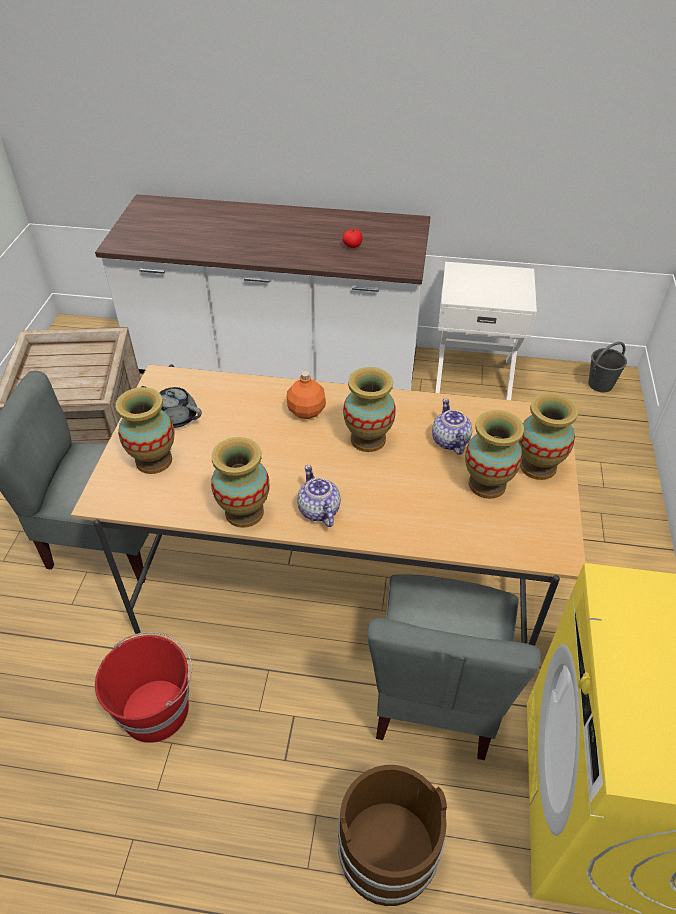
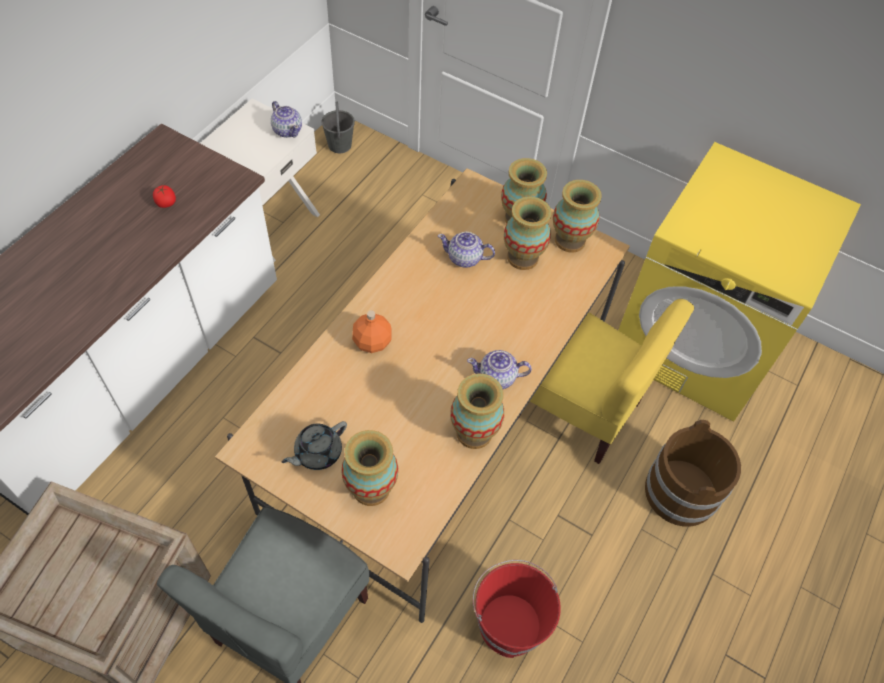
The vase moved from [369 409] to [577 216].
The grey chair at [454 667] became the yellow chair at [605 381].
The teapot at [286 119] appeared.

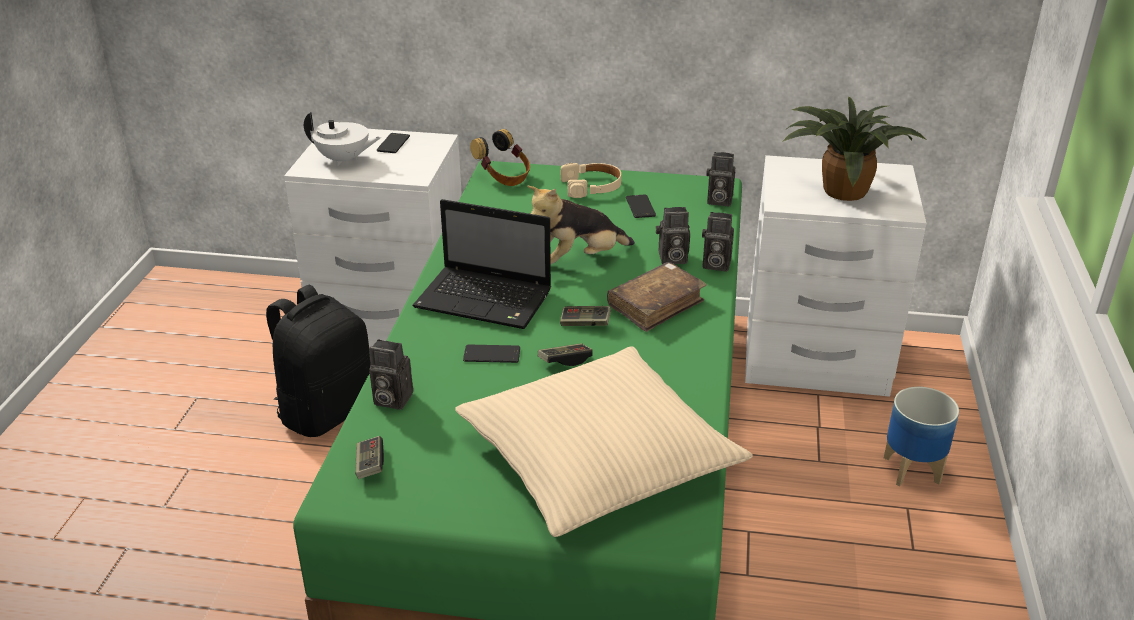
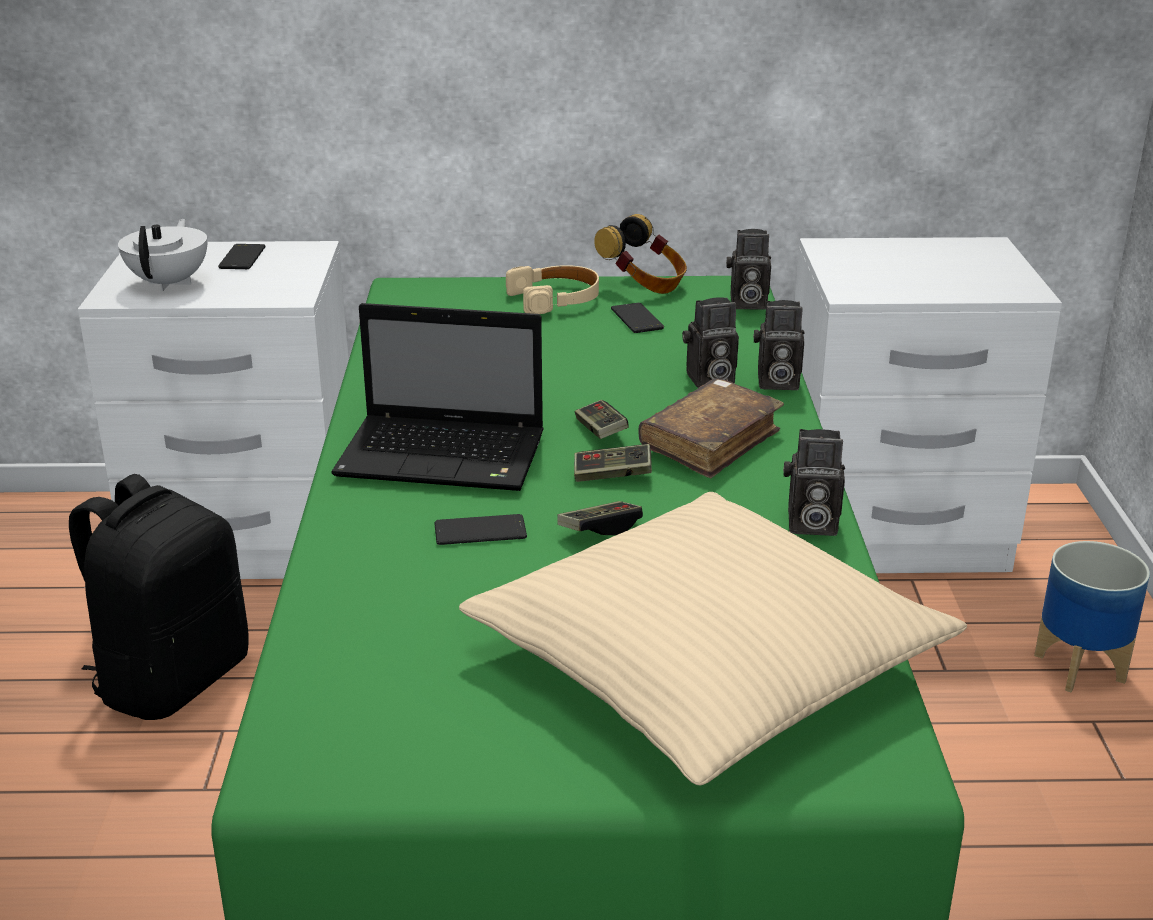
The white teapot at [342 139] turned 90 degrees counterclockwise.
The game controller moved from [369 457] to [602 419].
The photo camera moved from [391 374] to [814 482].
The headphones moved from [500 157] to [640 254].
The plush toy at [581 225] disappeared.
The potted plant at [854 148] disappeared.

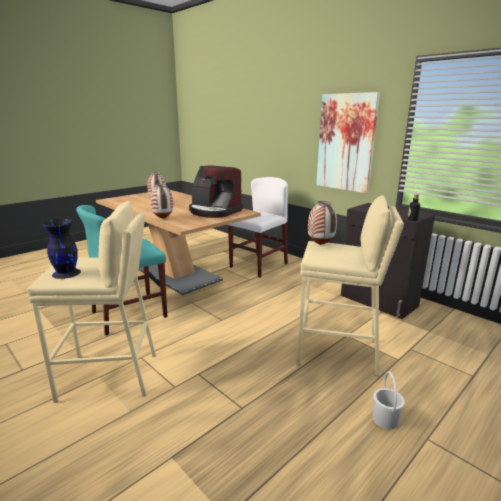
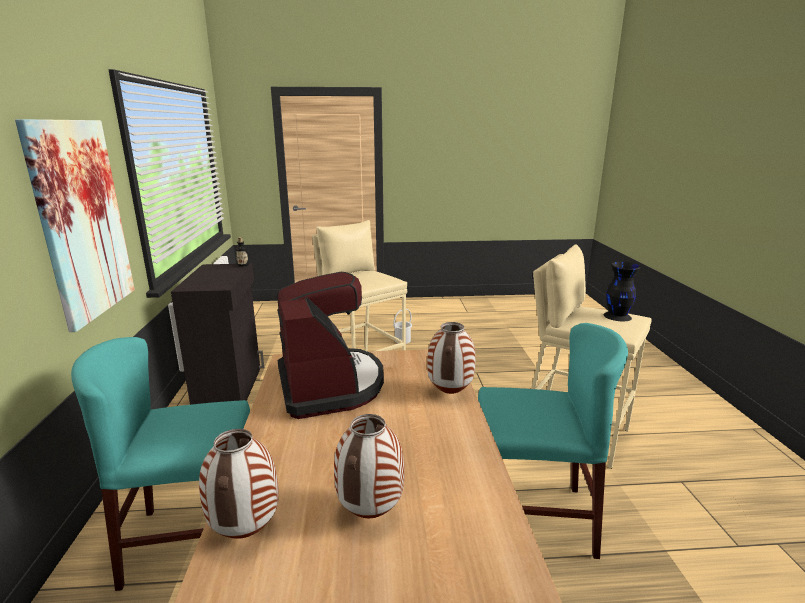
The white chair at [257 227] became the turquoise chair at [160 464].
The vase moved from [322 223] to [239 484].

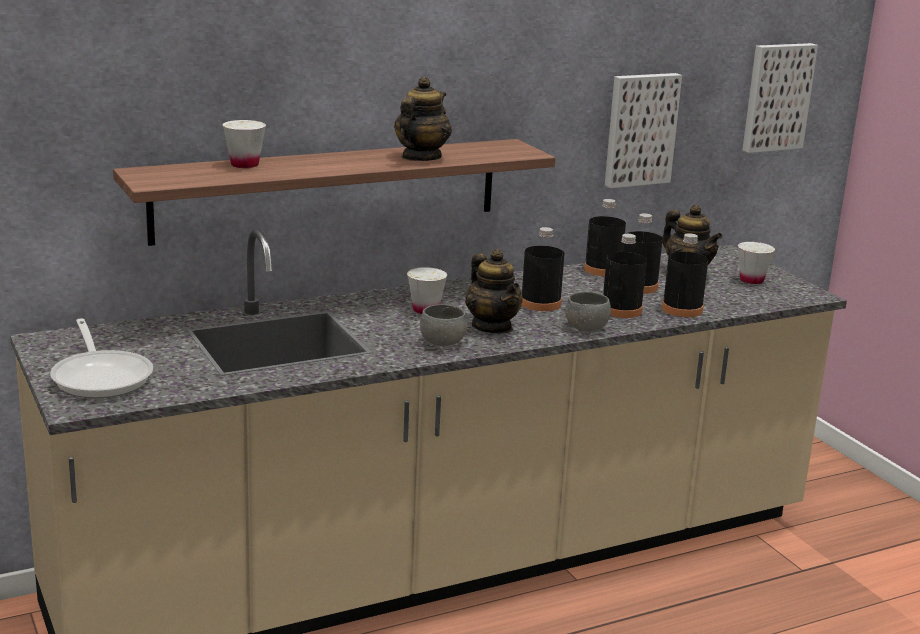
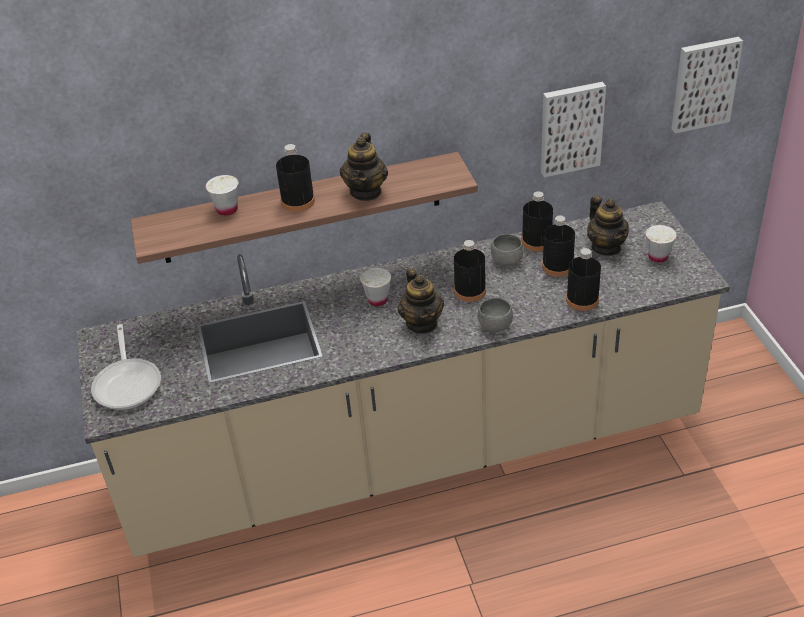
The teapot at [423 118] turned 150 degrees clockwise.
The grey bowl moved from [443 325] to [507 250].
The black bottle moved from [625 276] to [295 178].

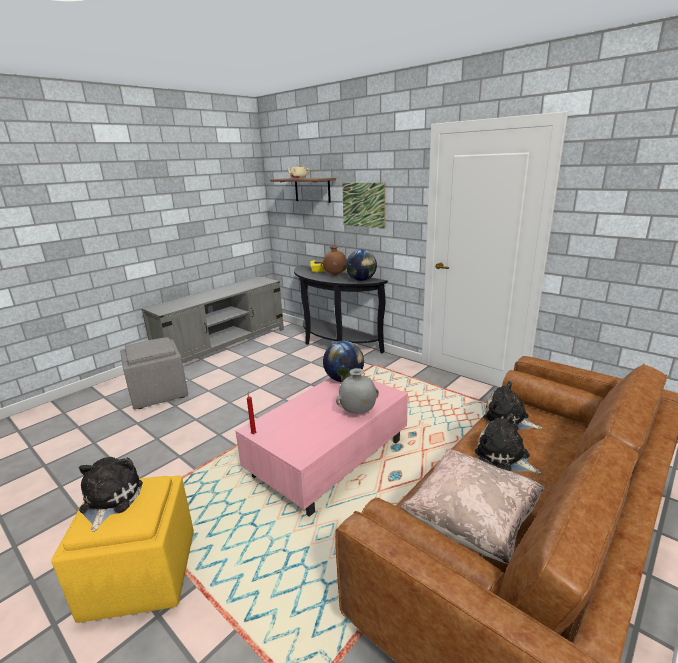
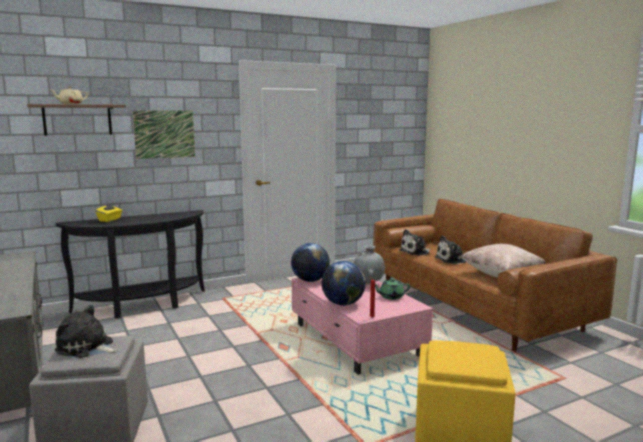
The plush toy moved from [111 494] to [87 331].
The brown vase at [334 261] disappeared.
The globe moved from [361 265] to [344 283].
The green teapot at [392 289] appeared.

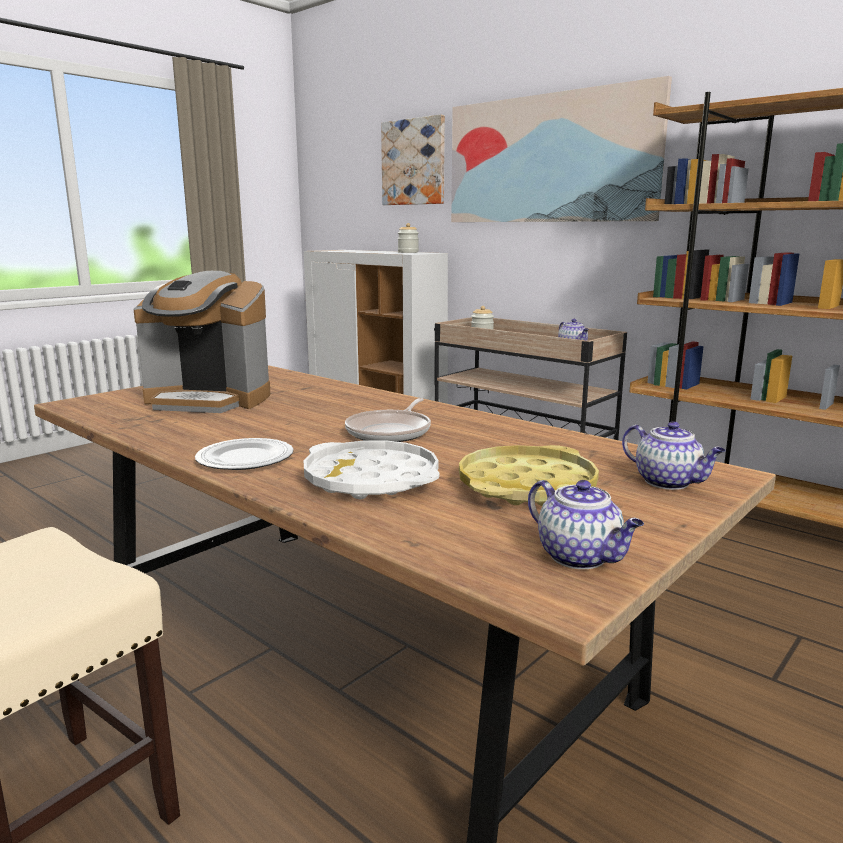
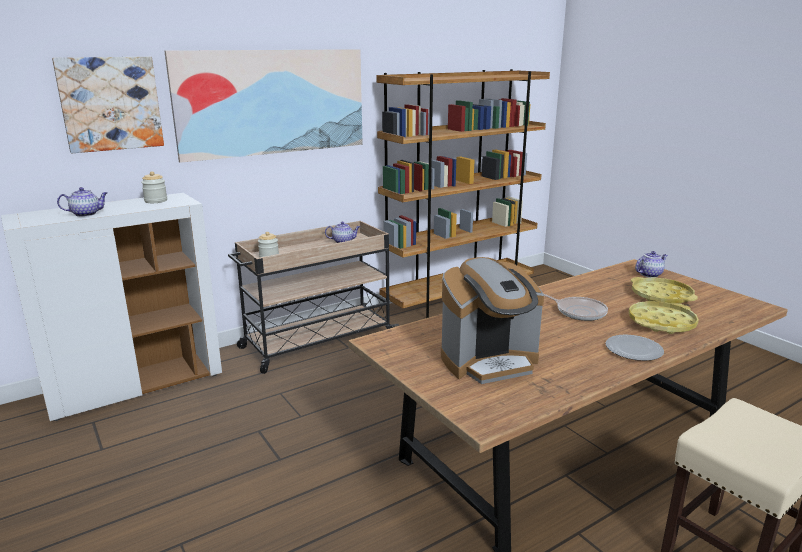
The coffee machine at [201 342] turned 45 degrees clockwise.
The white tray at [372 469] became the yellow tray at [664 317].
The teapot moved from [586 524] to [82 202].

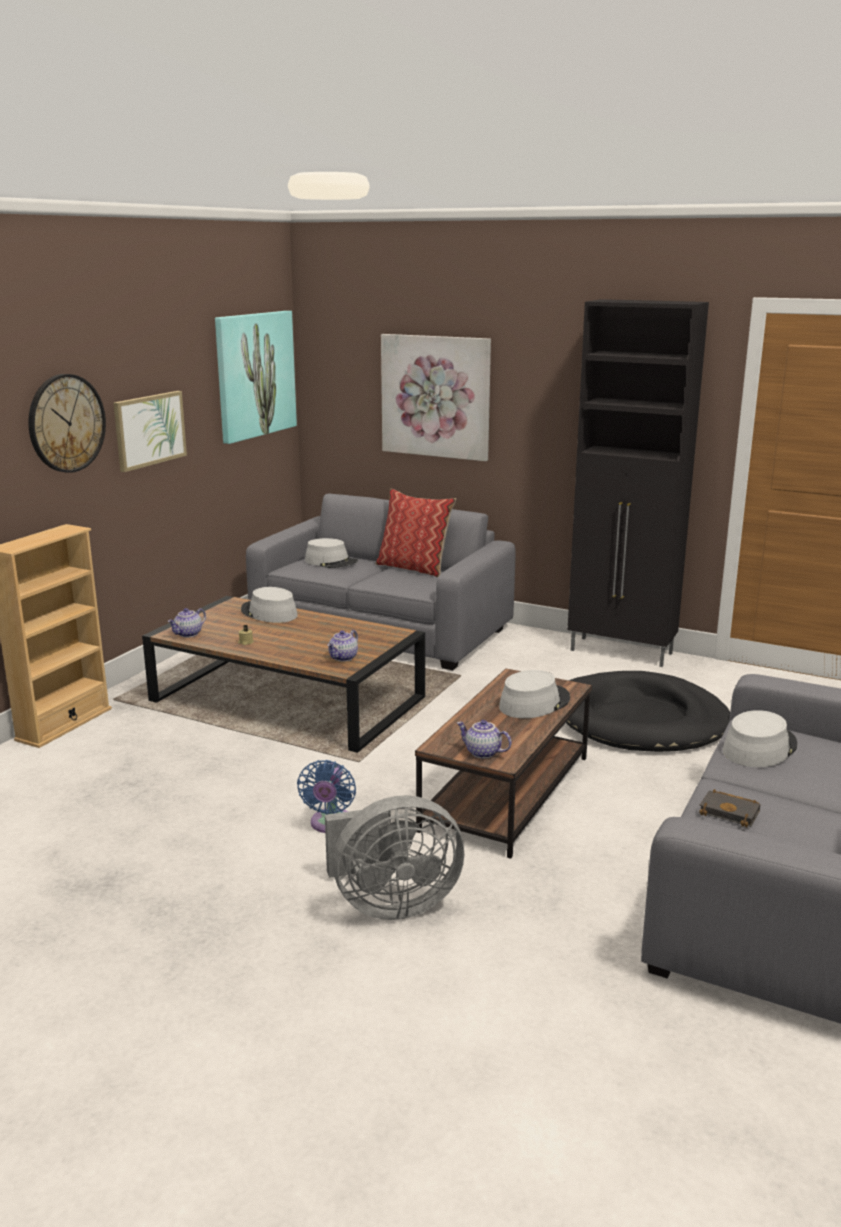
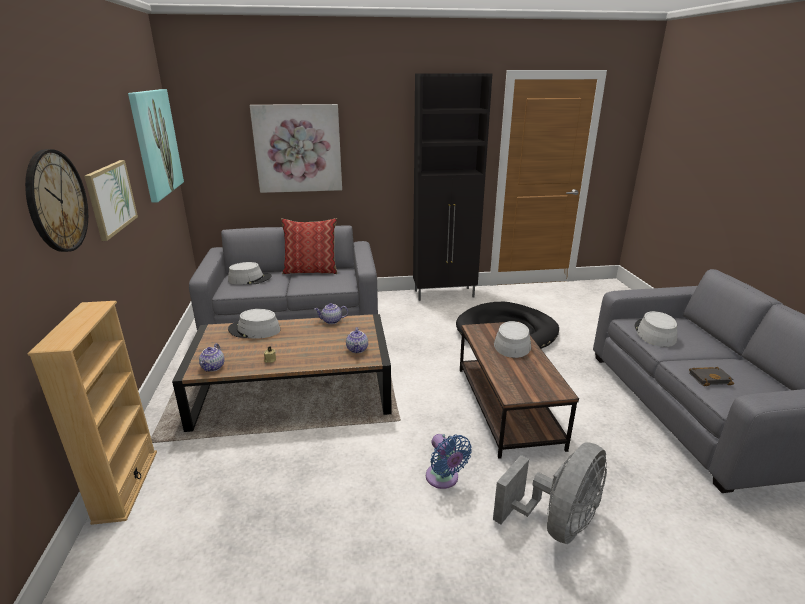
The teapot moved from [484 739] to [331 313].

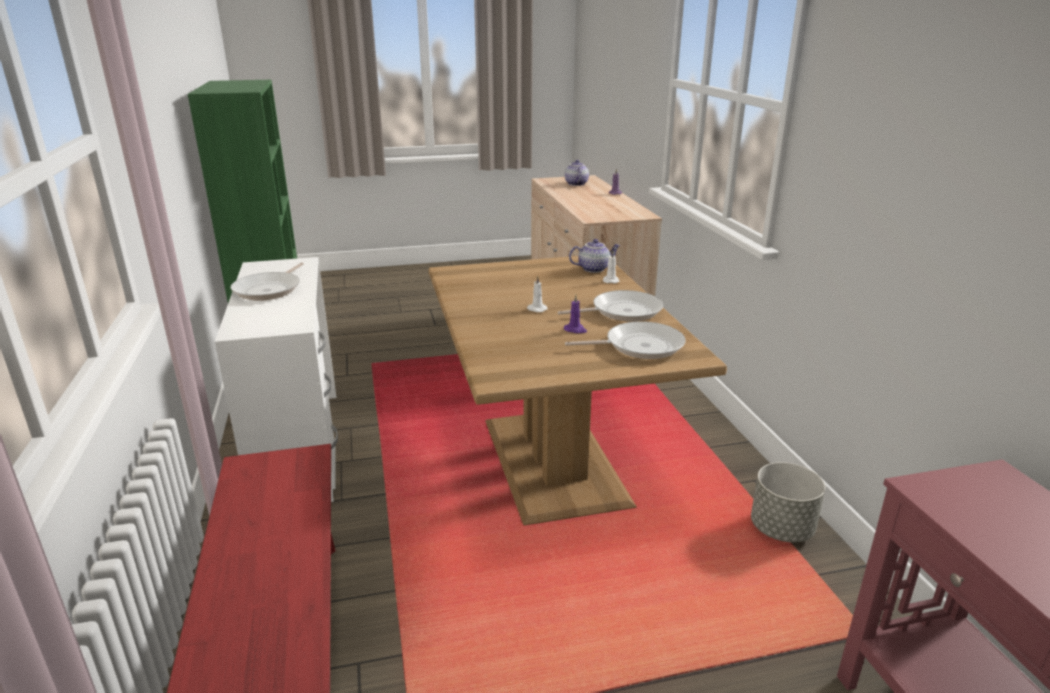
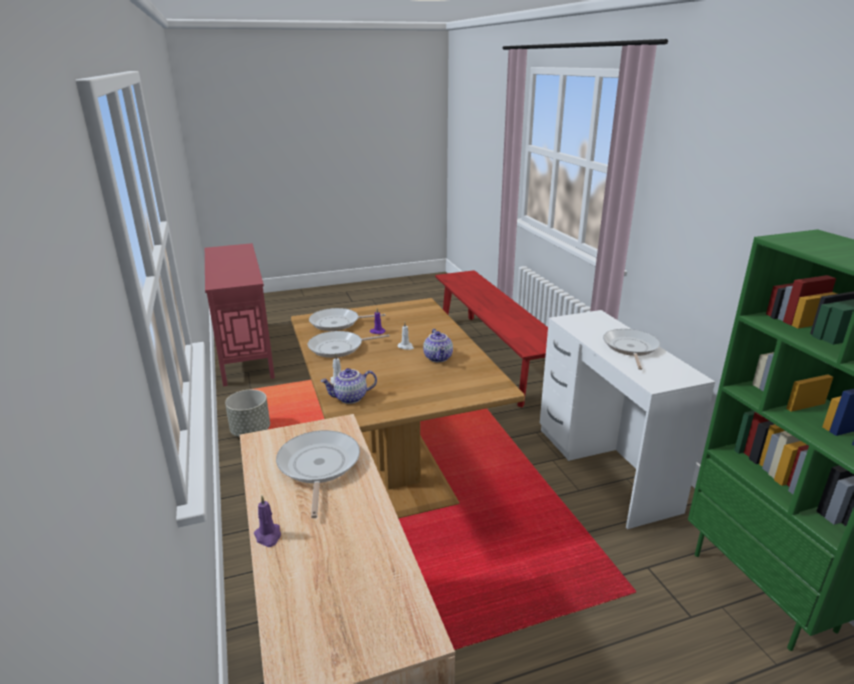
The teapot moved from [577 173] to [438 345].
The frying pan at [318 474] appeared.

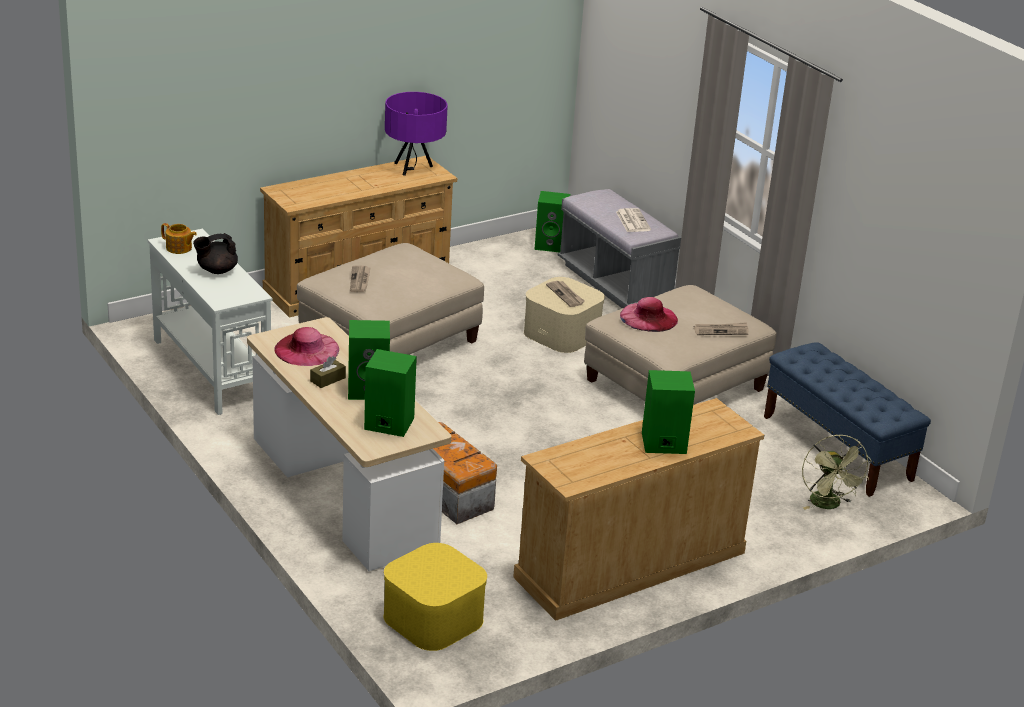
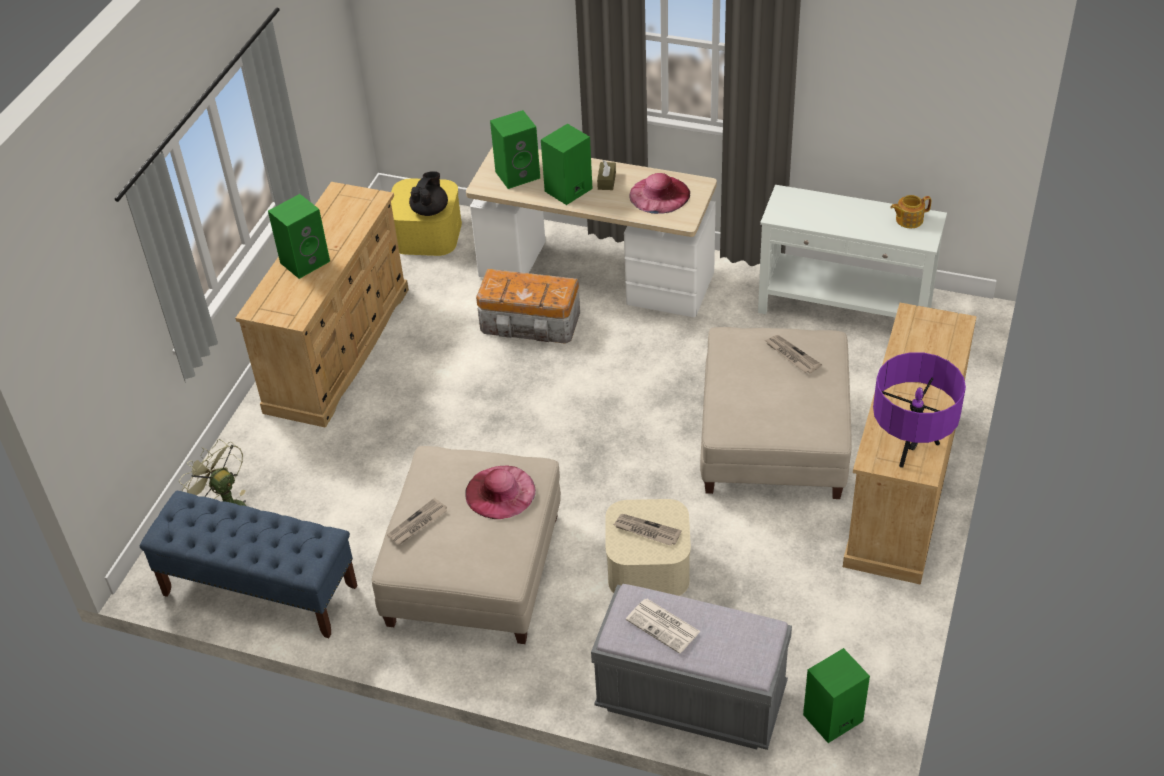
The black teapot moved from [215 253] to [428 193].

